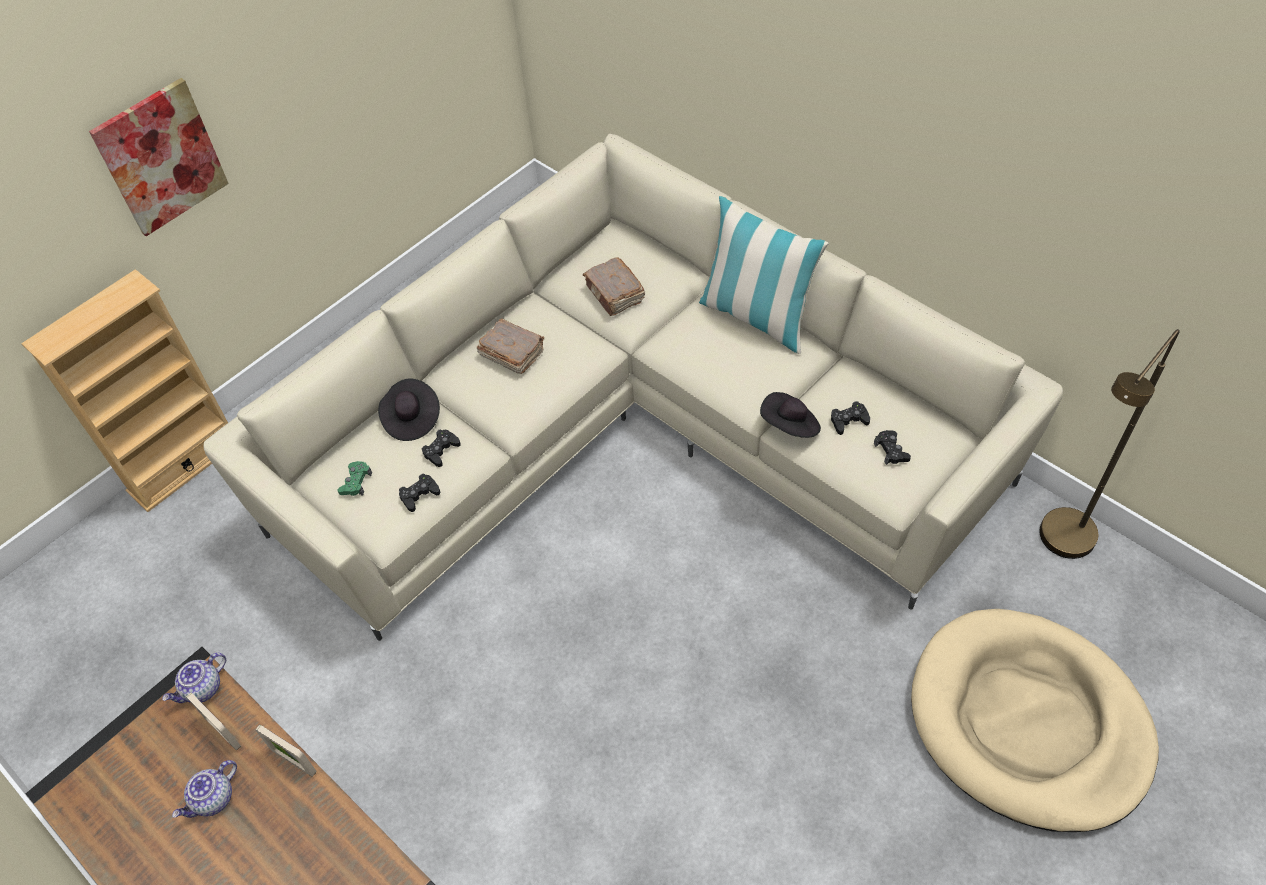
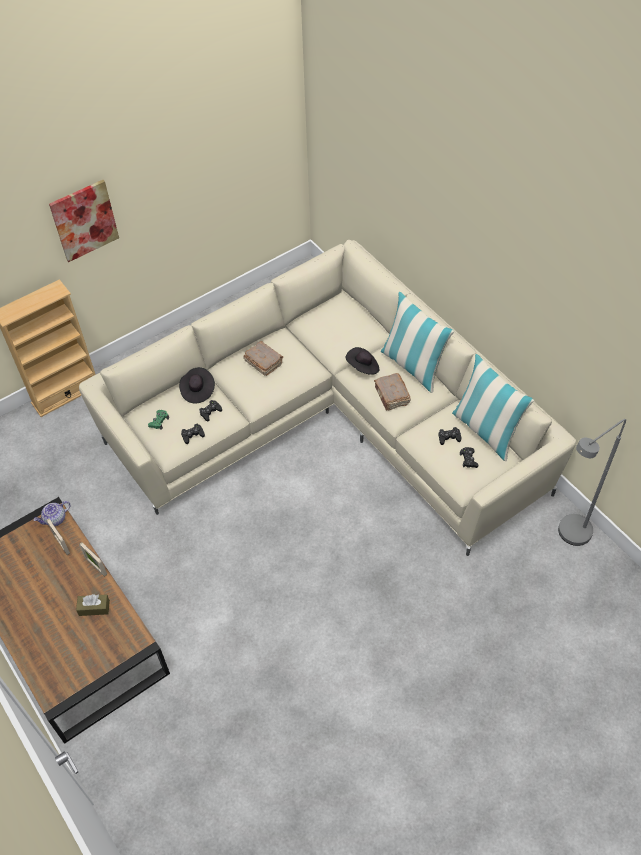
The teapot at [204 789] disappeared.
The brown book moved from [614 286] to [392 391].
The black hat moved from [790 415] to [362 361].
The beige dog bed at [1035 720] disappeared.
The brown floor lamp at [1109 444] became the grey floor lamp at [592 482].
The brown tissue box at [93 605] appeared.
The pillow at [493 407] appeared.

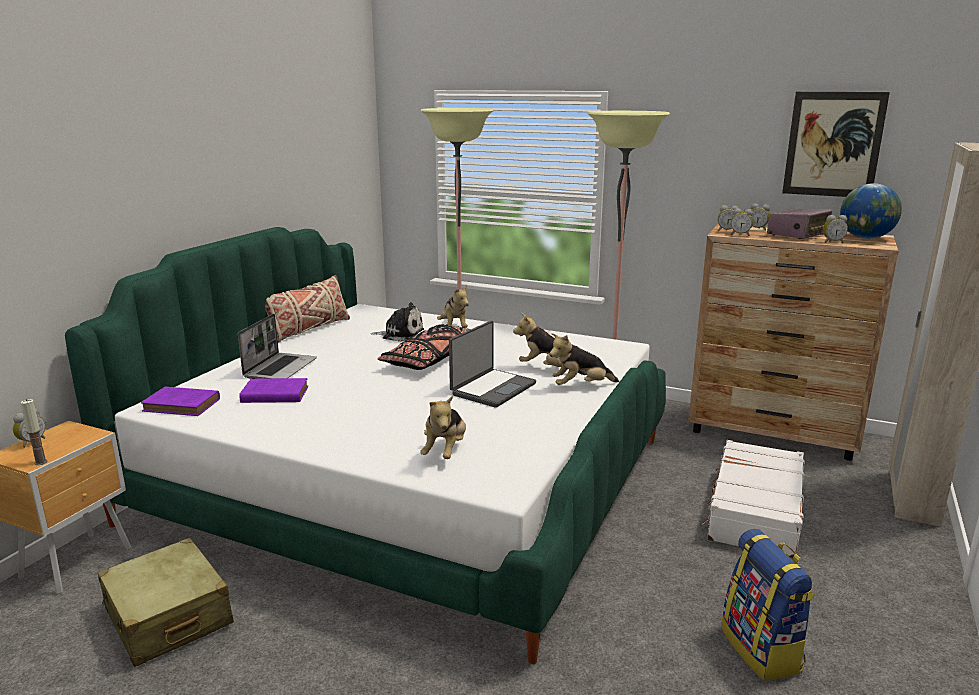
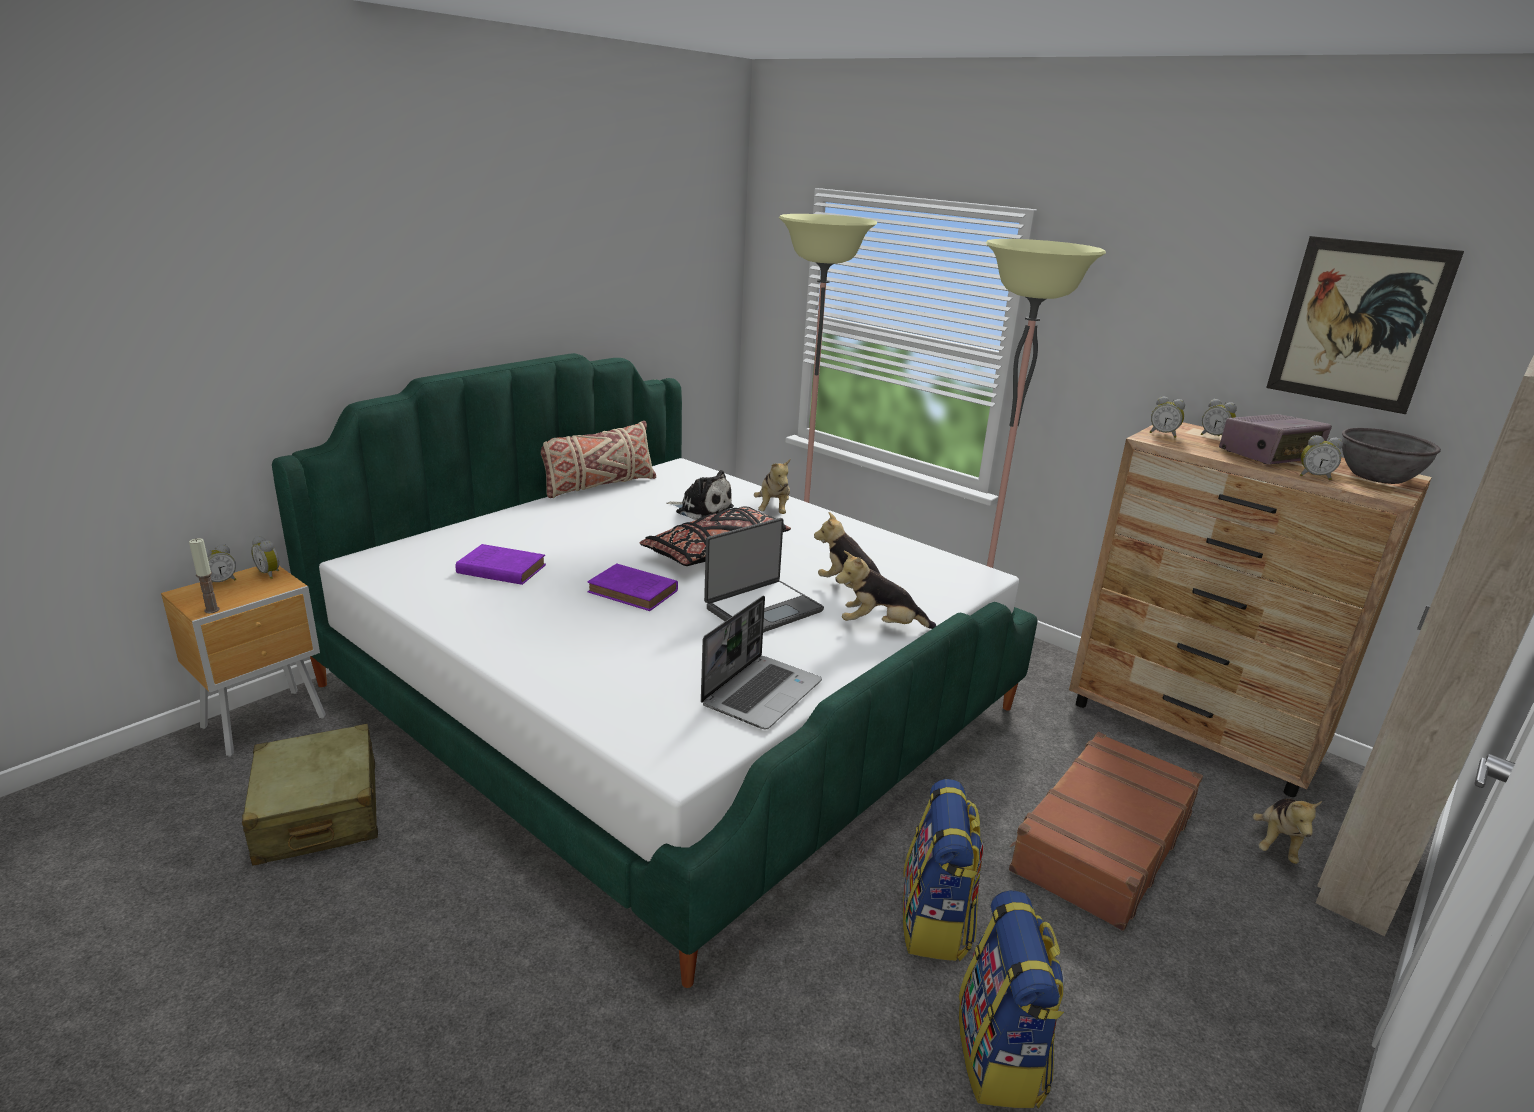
The purple book moved from [180 401] to [632 587].
The laptop moved from [277 346] to [761 662].
The plush toy moved from [443 427] to [1287 831].
The white suitcase at [753 499] became the brown suitcase at [1106 831].
The alarm clock moved from [742 222] to [265 557].
The globe at [871 211] was replaced by the grey bowl at [1391 456].
The backpack at [943 870] appeared.

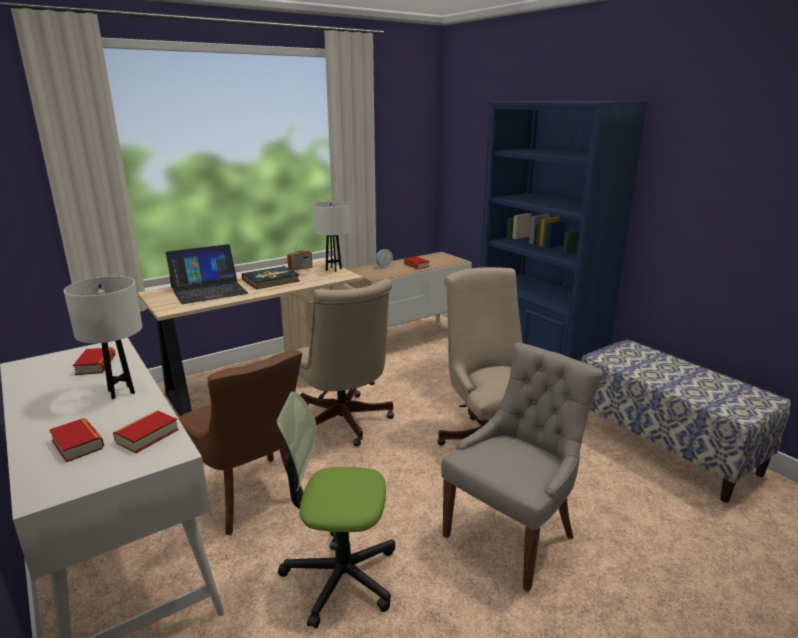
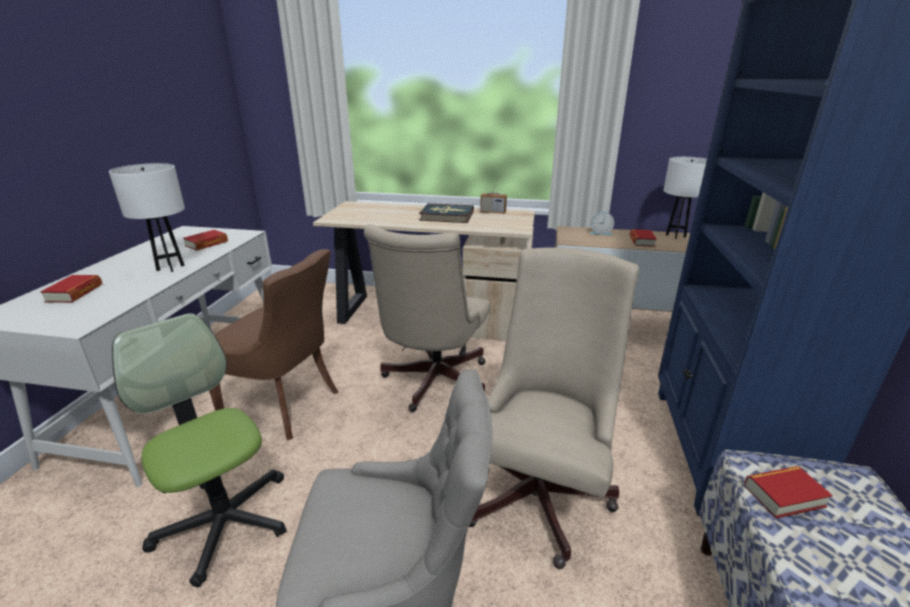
The book moved from [146 431] to [788 492].
The laptop at [207 274] disappeared.
The brown chair at [241 442] turned 75 degrees counterclockwise.
The white table lamp moved from [331 236] to [685 198].

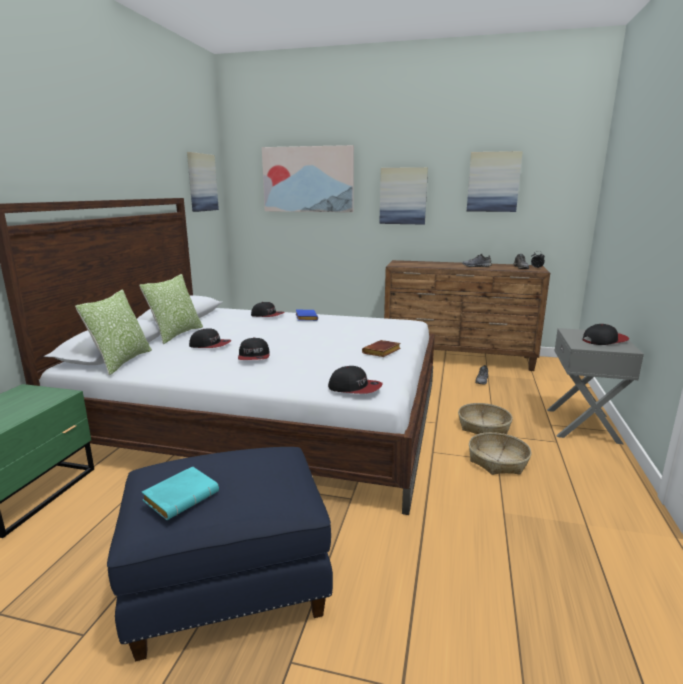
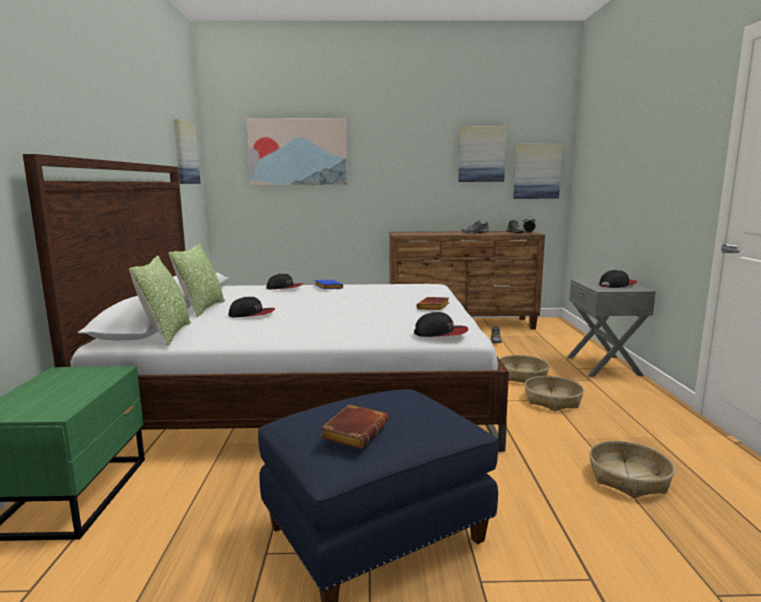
The turquoise book at [180 493] became the brown book at [354 426].
The cap at [254 349] disappeared.
The picture moved from [403 196] to [538 171].
The basket at [632 469] appeared.

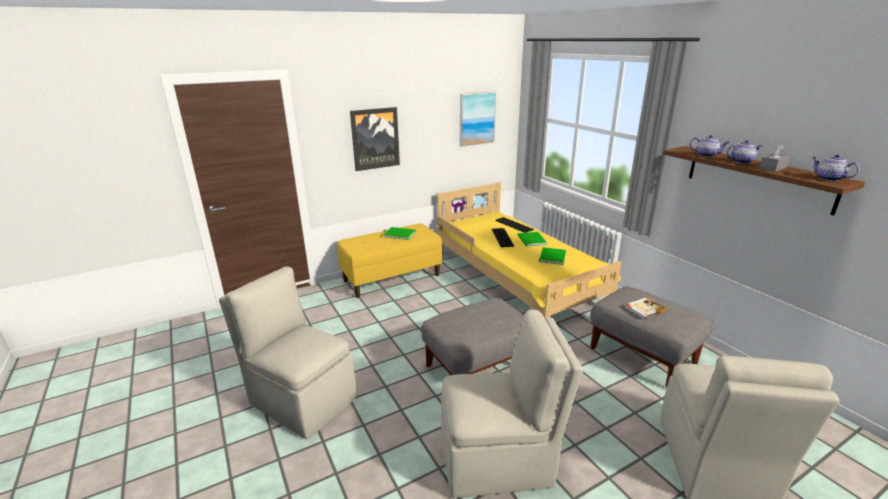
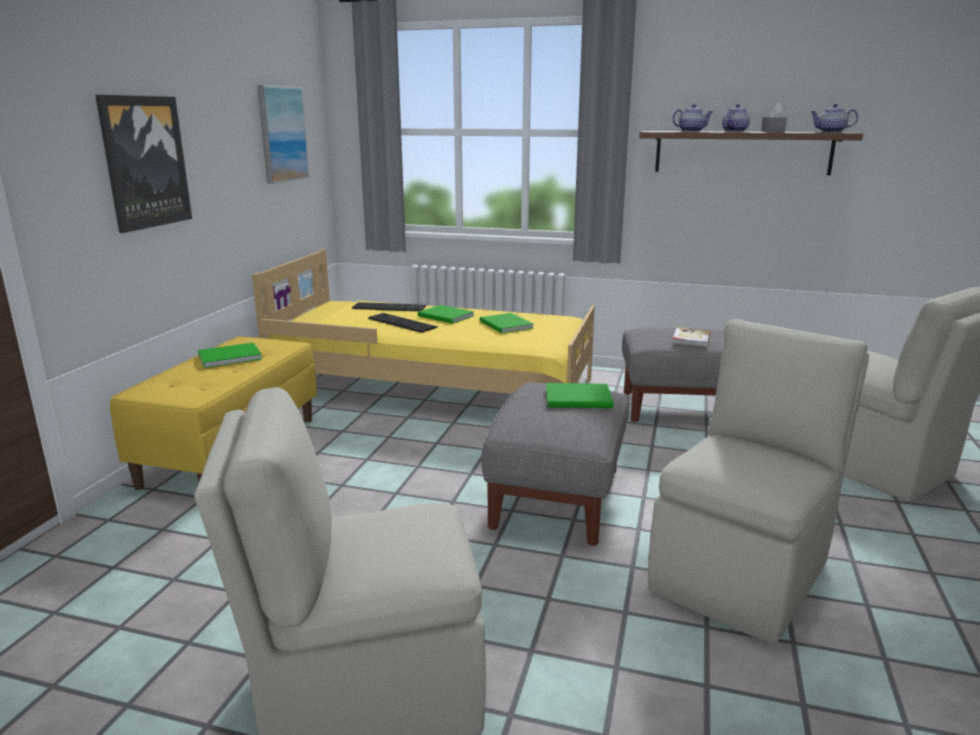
The green book at [579 395] appeared.

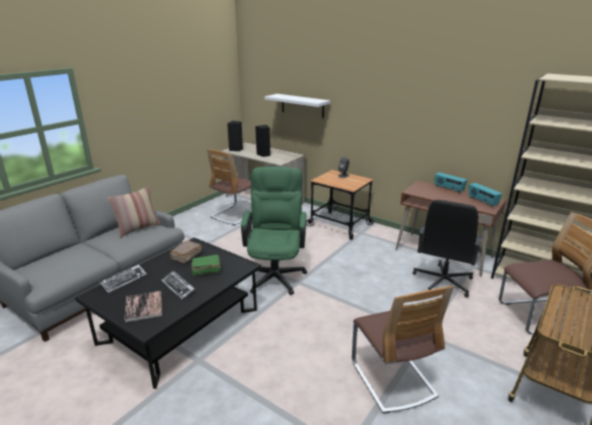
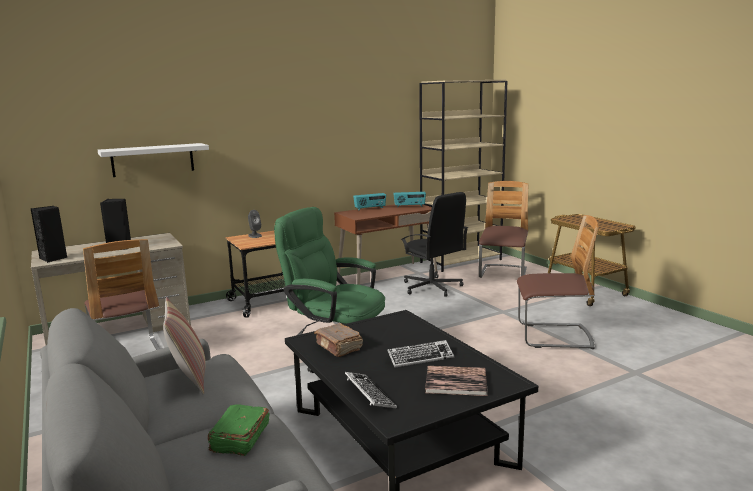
The green book moved from [206 265] to [238 430].

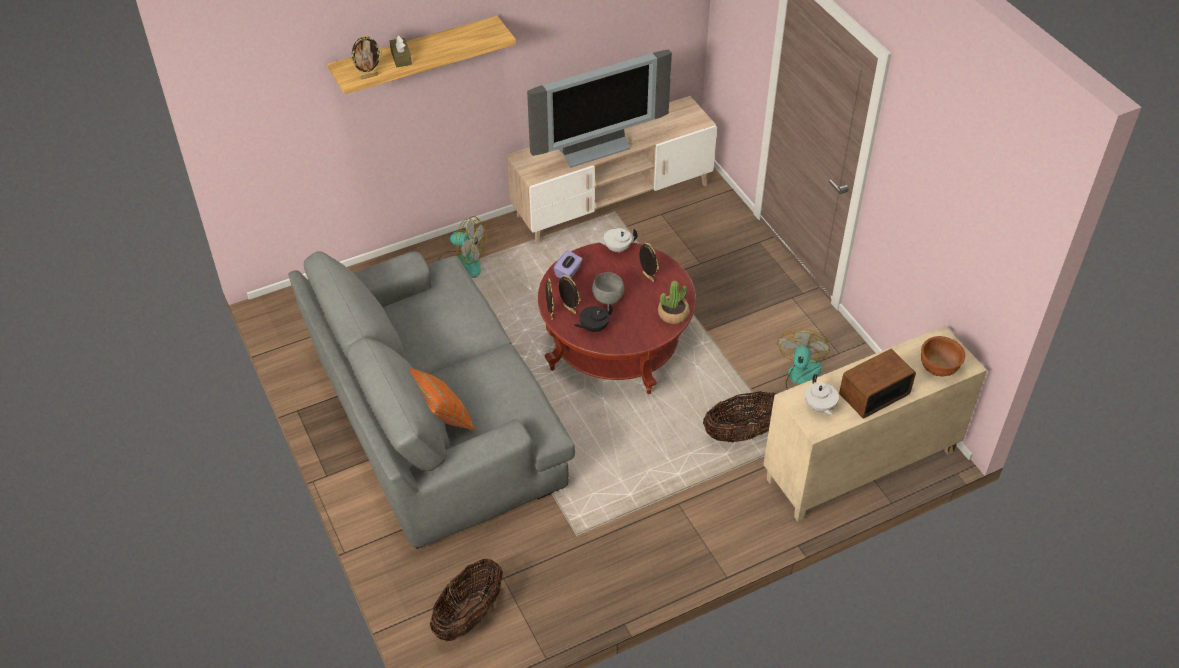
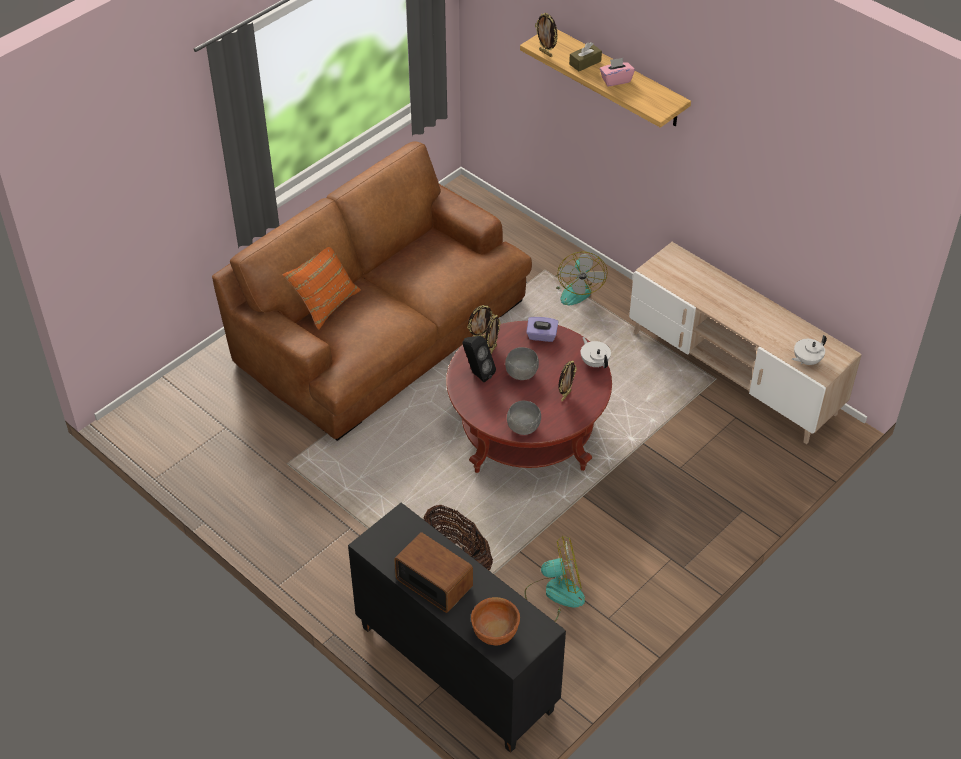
The grey sofa at [431 400] became the brown sofa at [372 291].
The basket at [466 600] disappeared.
The television at [599 109] disappeared.
The black teapot at [593 317] was replaced by the black speaker at [479 359].
The potted plant at [673 302] was replaced by the grey bowl at [524 417].
The beige cabinet at [875 423] became the black cabinet at [457 628].
The white teapot moved from [822 394] to [809 350].
The pink tissue box at [617 72] appeared.

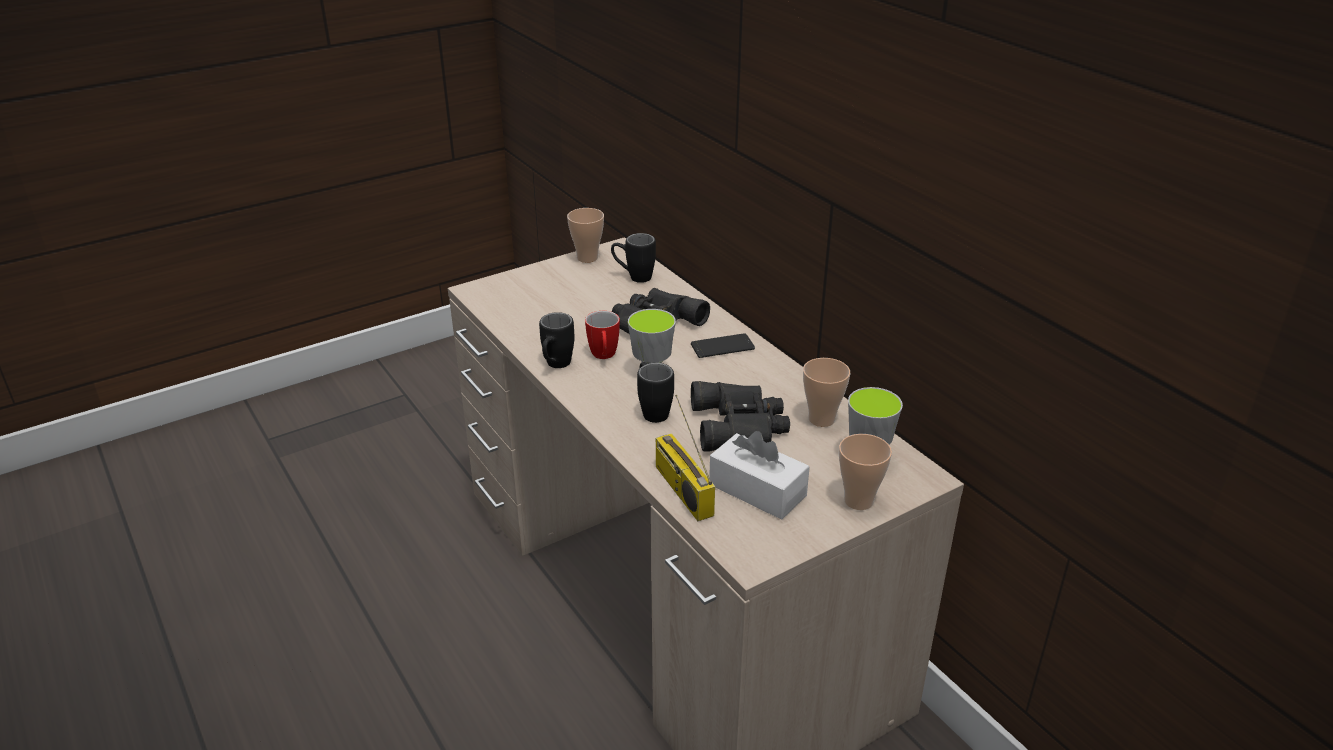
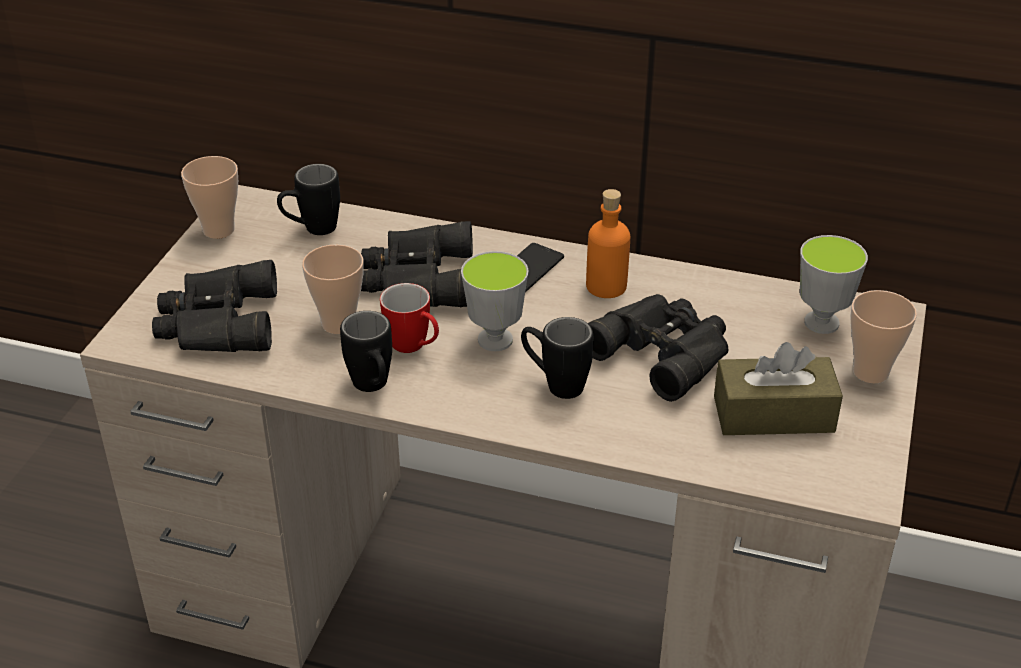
The radio at [685 458] disappeared.
The white tissue box at [759 475] became the brown tissue box at [778 388].
The cup moved from [826 392] to [333 289].
The black binoculars at [214 306] appeared.
The orange bottle at [608 243] appeared.

